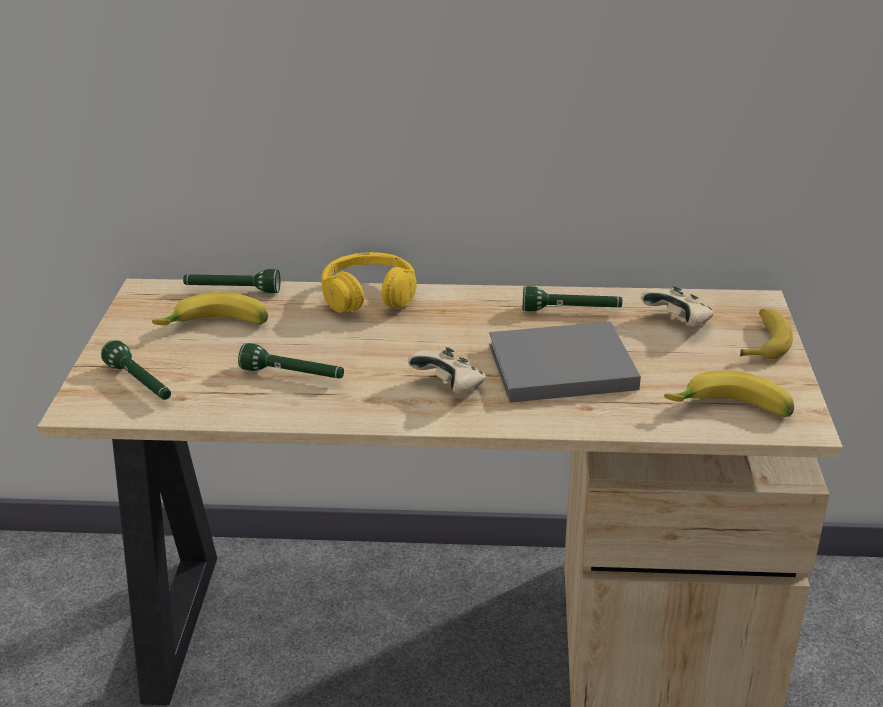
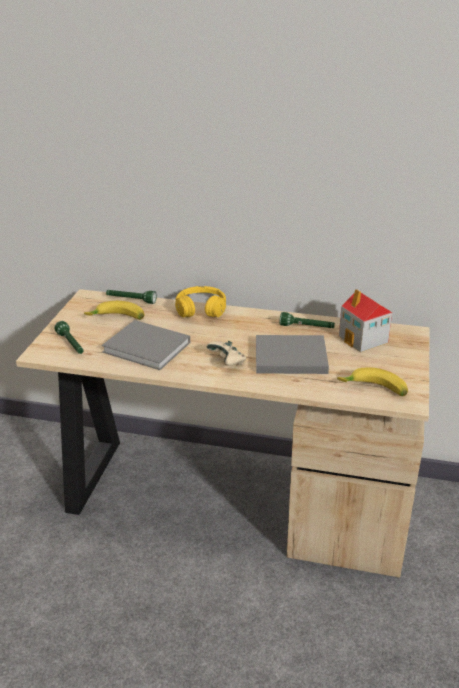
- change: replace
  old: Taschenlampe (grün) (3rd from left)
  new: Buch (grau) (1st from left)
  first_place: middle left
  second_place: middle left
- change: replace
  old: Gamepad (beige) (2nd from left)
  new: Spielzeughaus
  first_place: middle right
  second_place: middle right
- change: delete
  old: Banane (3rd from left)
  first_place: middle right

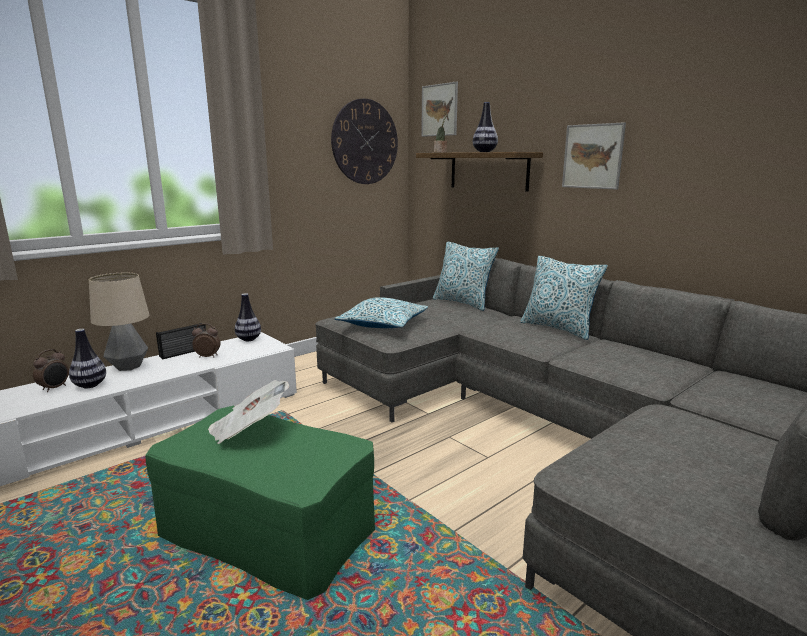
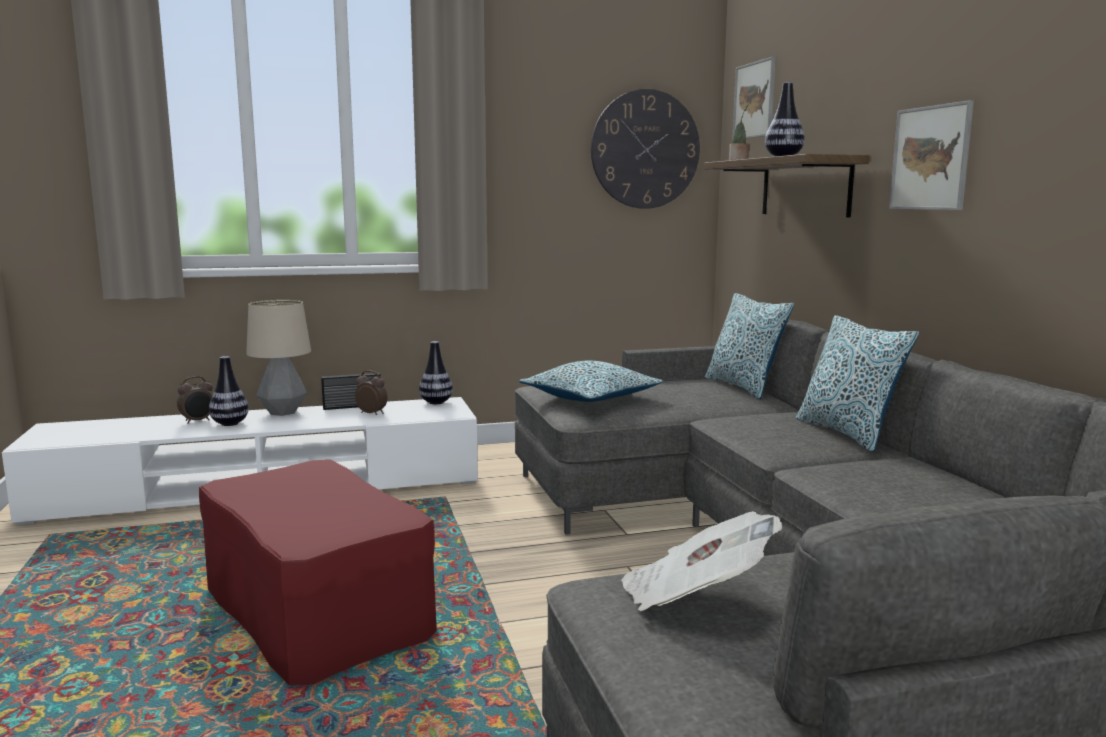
- change: recolor
  old: Polsterhocker (grün)
  new: Polsterhocker (rot)
  first_place: bottom left
  second_place: bottom left
- change: move
  old: Zeitung
  first_place: middle left
  second_place: bottom centre

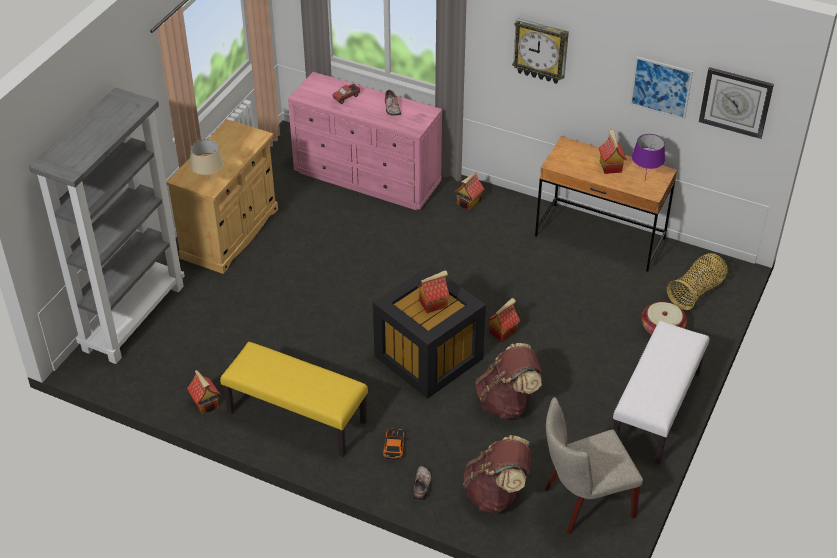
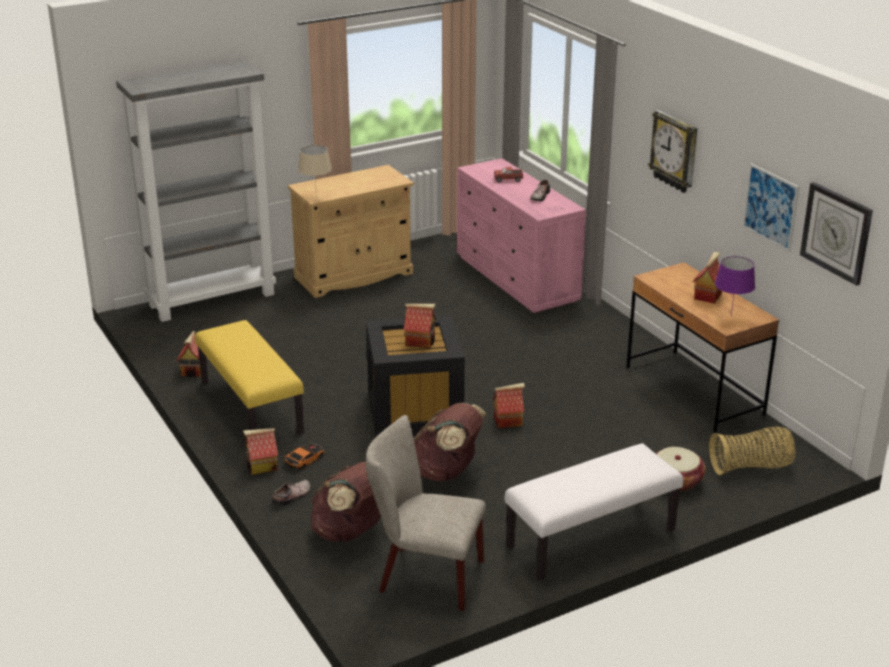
- change: move
  old: Spielzeughaus (3rd from left in the first image)
  new: Spielzeughaus (2nd from left)
  first_place: centre
  second_place: bottom left

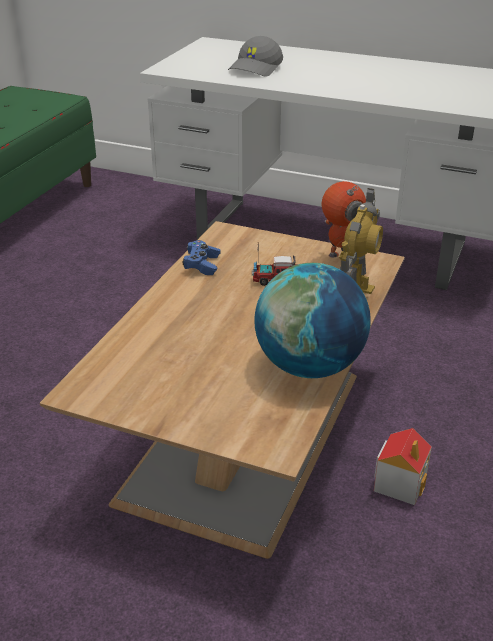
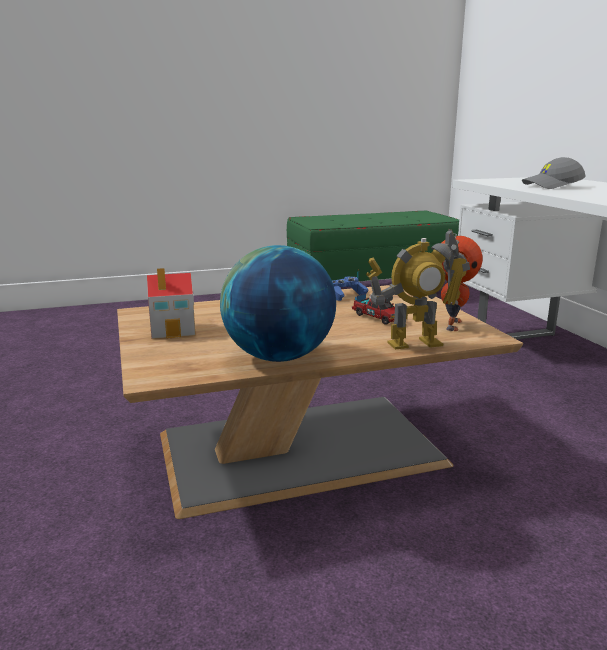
- change: move
  old: Spielzeughaus
  first_place: bottom right
  second_place: middle left

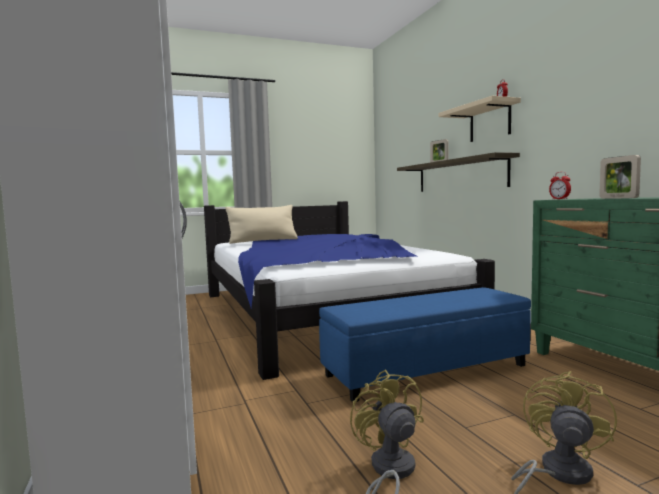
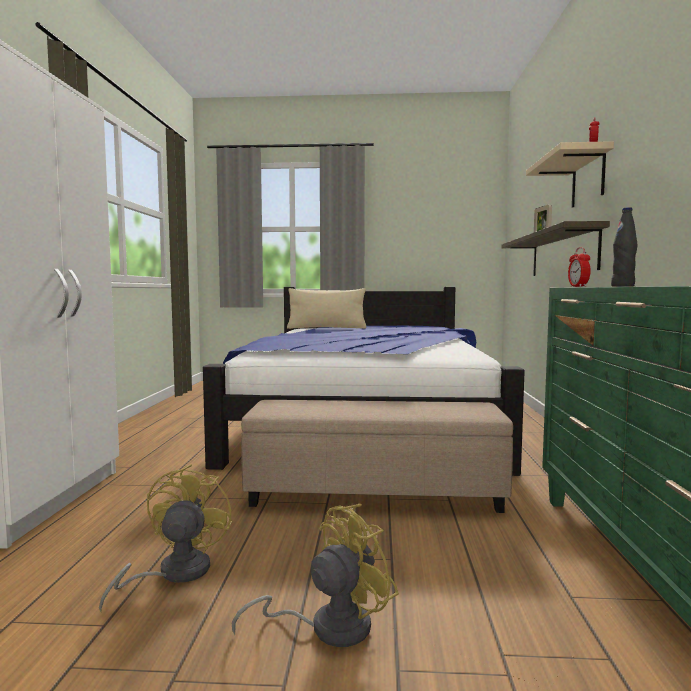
- change: recolor
  old: Polsterhocker (blau)
  new: Polsterhocker (beige)
  first_place: bottom centre
  second_place: centre
- change: replace
  old: Bilderrahmen (2nd from left)
  new: Flasche (schwarz)
  first_place: middle right
  second_place: middle right

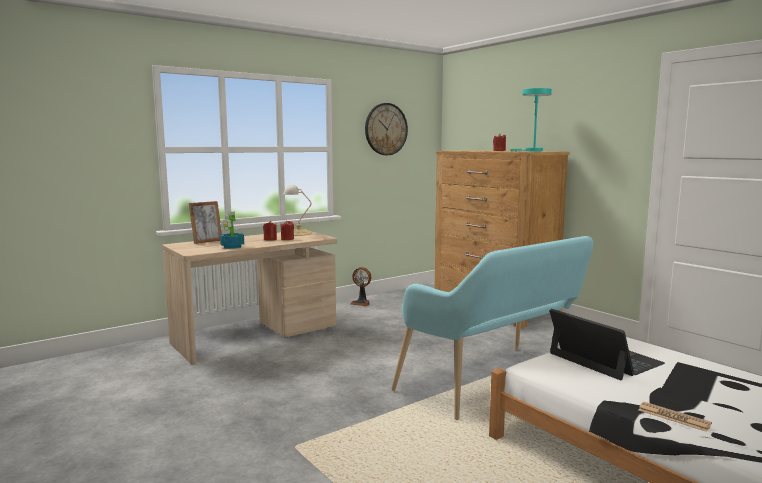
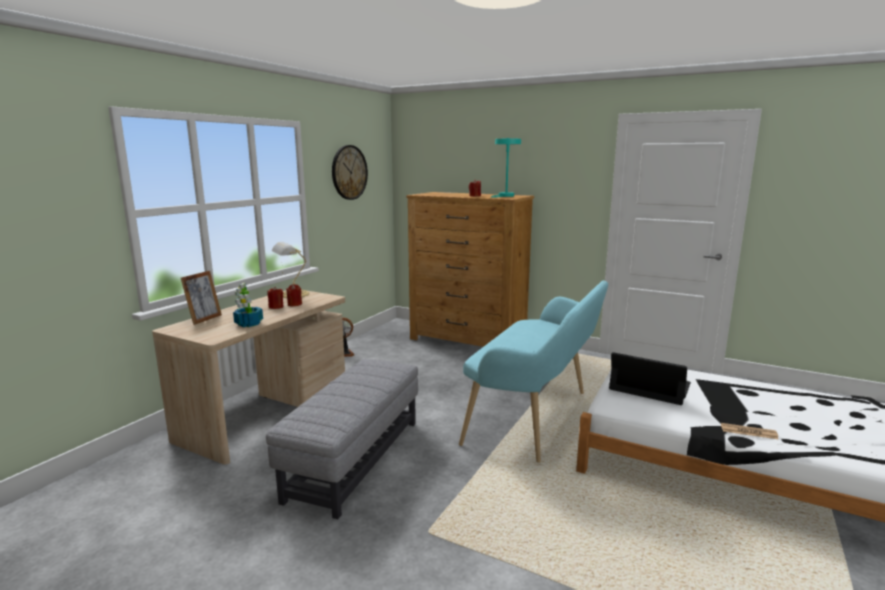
- change: insert
  new: Polsterhocker (grau)
  second_place: bottom centre

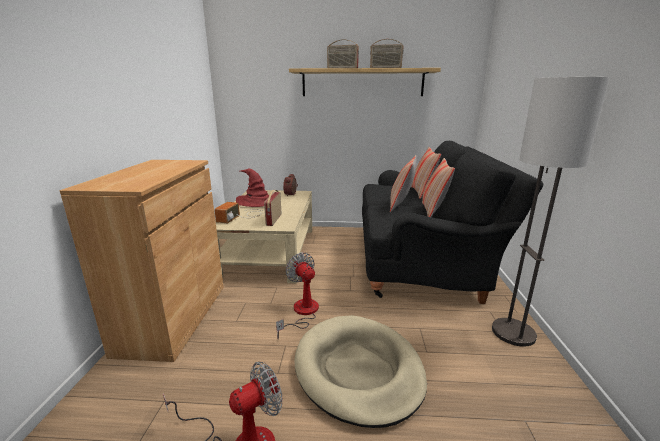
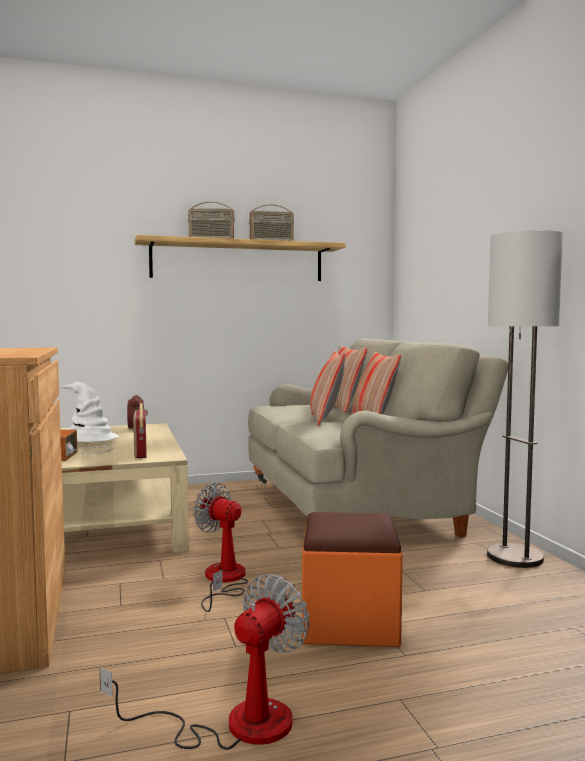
- change: recolor
  old: Hut (rot)
  new: Hut (weiß)
  first_place: centre
  second_place: middle left
- change: replace
  old: Hundebett (beige)
  new: Polsterhocker (orange)
  first_place: bottom centre
  second_place: bottom centre
- change: recolor
  old: Sofa (schwarz)
  new: Sofa (beige)
  first_place: middle right
  second_place: centre

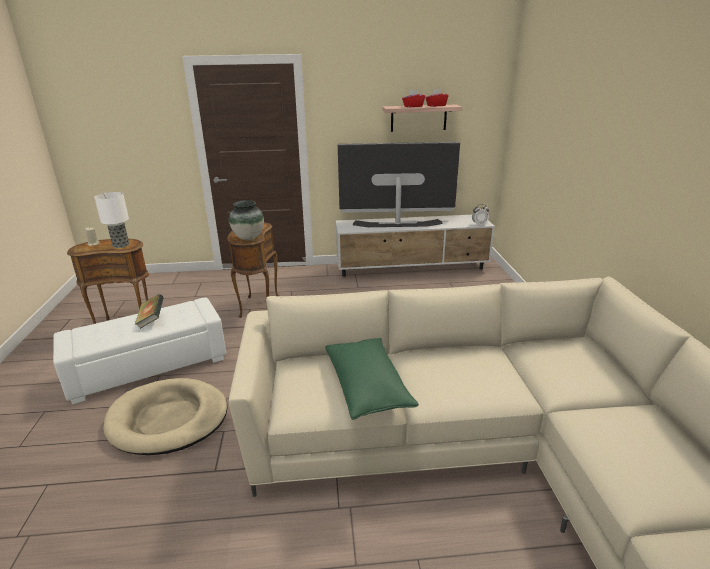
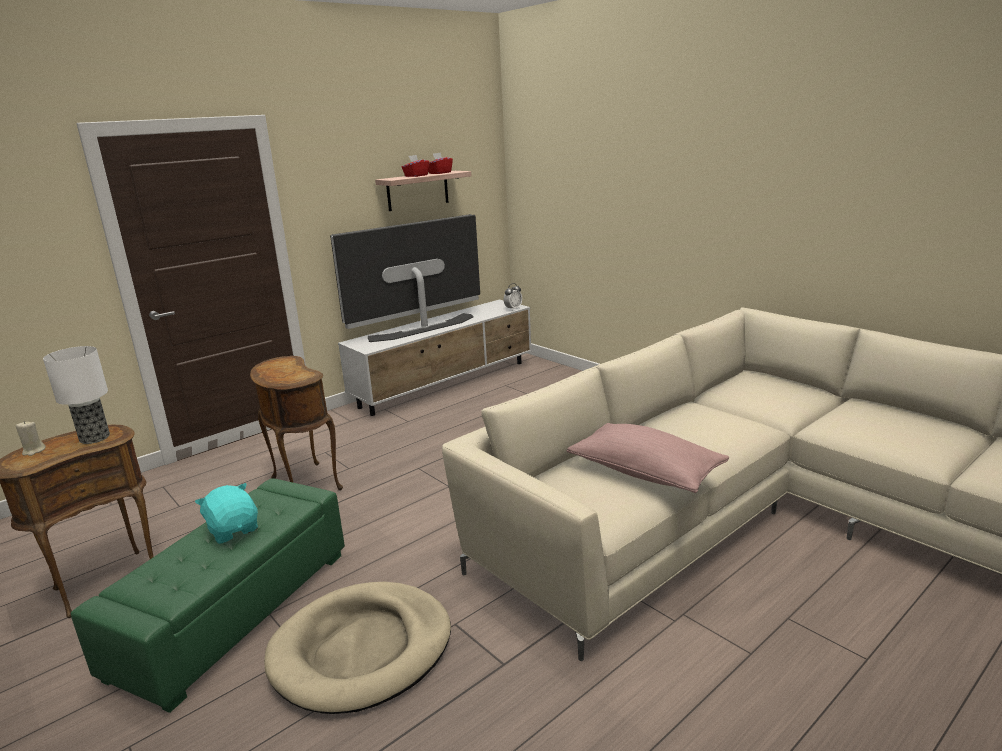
- change: recolor
  old: Polsterhocker (weiß)
  new: Polsterhocker (grün)
  first_place: middle left
  second_place: bottom left
- change: replace
  old: Buch
  new: Plüschtier (türkis)
  first_place: middle left
  second_place: bottom left
- change: delete
  old: Vase
  first_place: centre
- change: recolor
  old: Kissen (grün)
  new: Kissen (rosa)
  first_place: centre
  second_place: centre

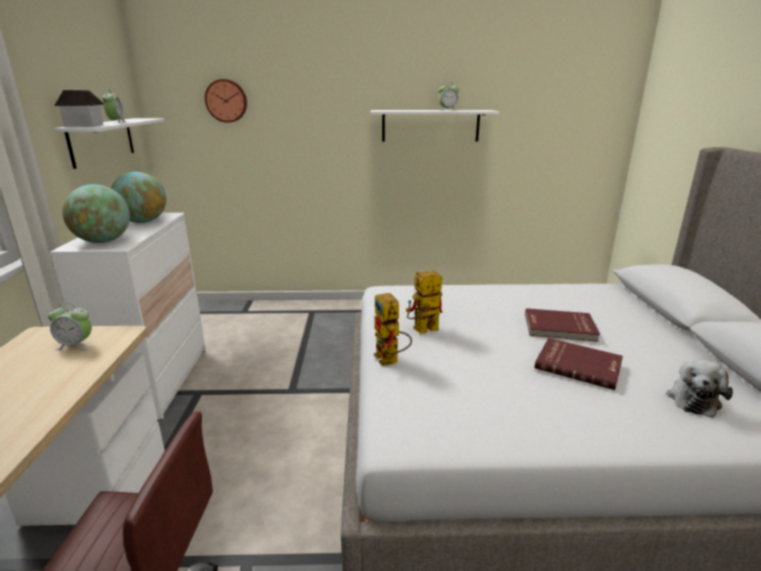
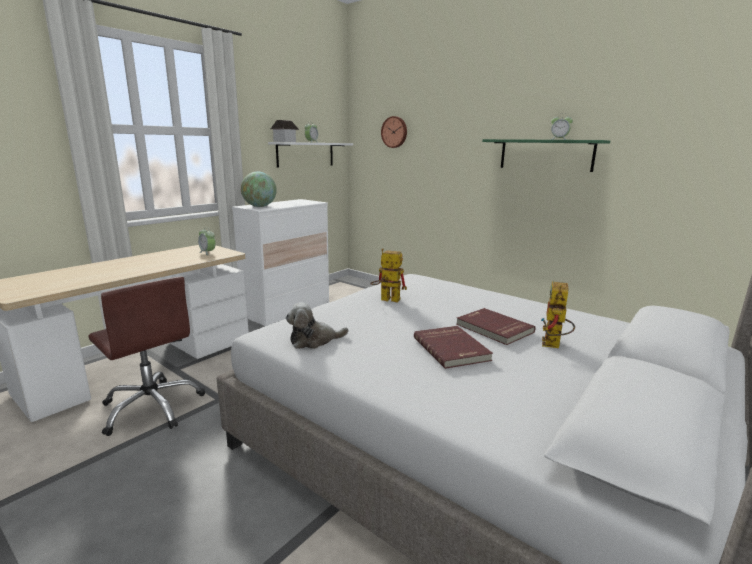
- change: delete
  old: Globus (2nd from left)
  first_place: middle left
- change: recolor
  old: Wandregal (weiß) (2nd from left)
  new: Wandregal (grün)
  first_place: top centre
  second_place: top right
- change: move
  old: Spielzeugroboter (1st from left in the first image)
  new: Spielzeugroboter (2nd from left)
  first_place: centre
  second_place: middle right
- change: move
  old: Plüschtier
  first_place: bottom right
  second_place: centre

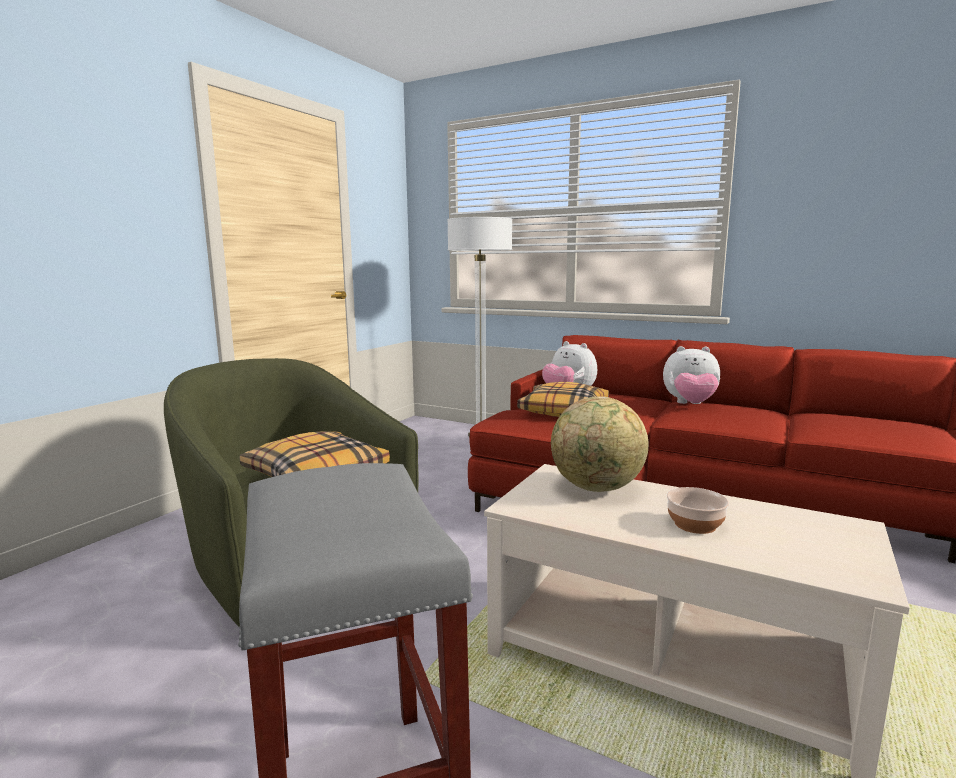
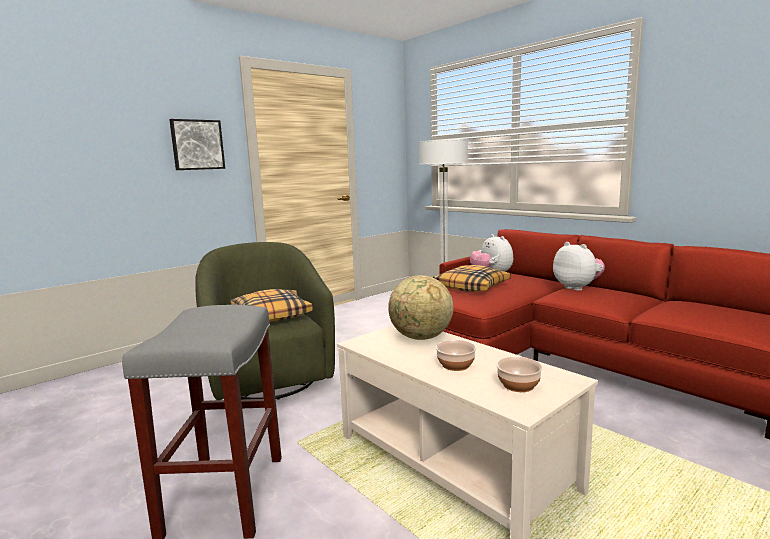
- change: rotate
  old: Plüschtier (2nd from left)
  first_place: middle right
  second_place: middle right
  degrees: -150
- change: insert
  new: Bild
  second_place: top left
- change: insert
  new: Schüssel (2nd from left)
  second_place: bottom right

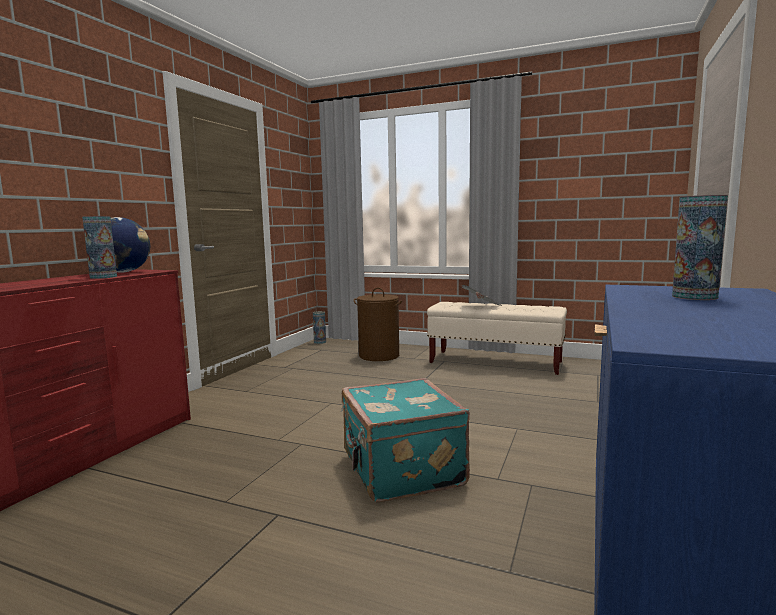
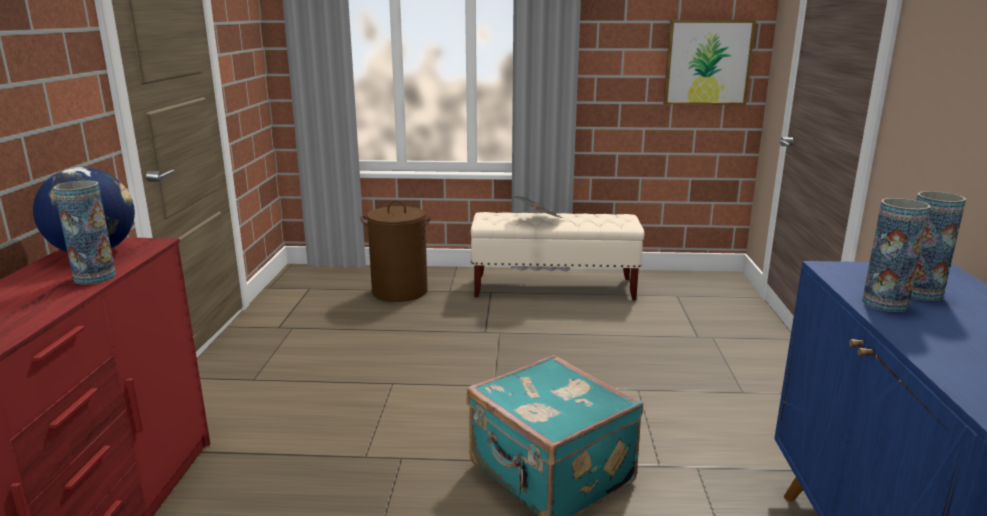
- change: move
  old: Vase (2nd from left)
  first_place: centre
  second_place: middle right
- change: insert
  new: Bild
  second_place: top right

